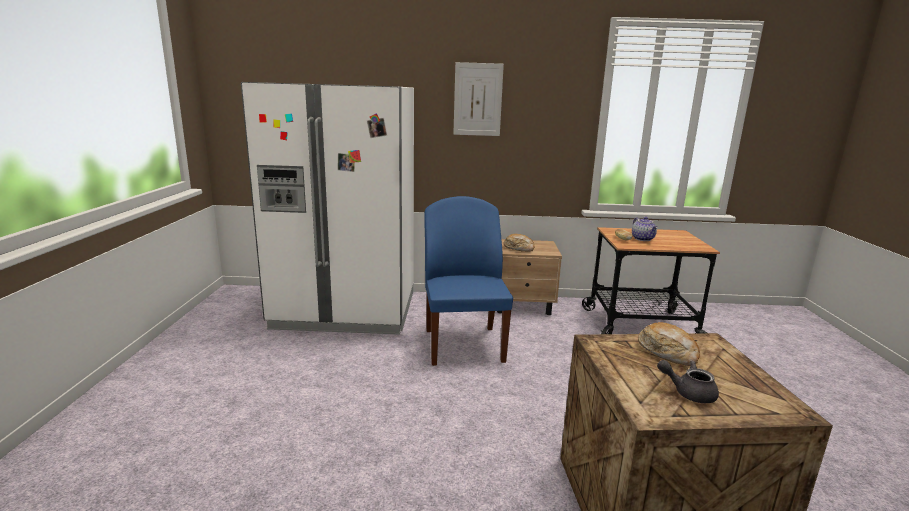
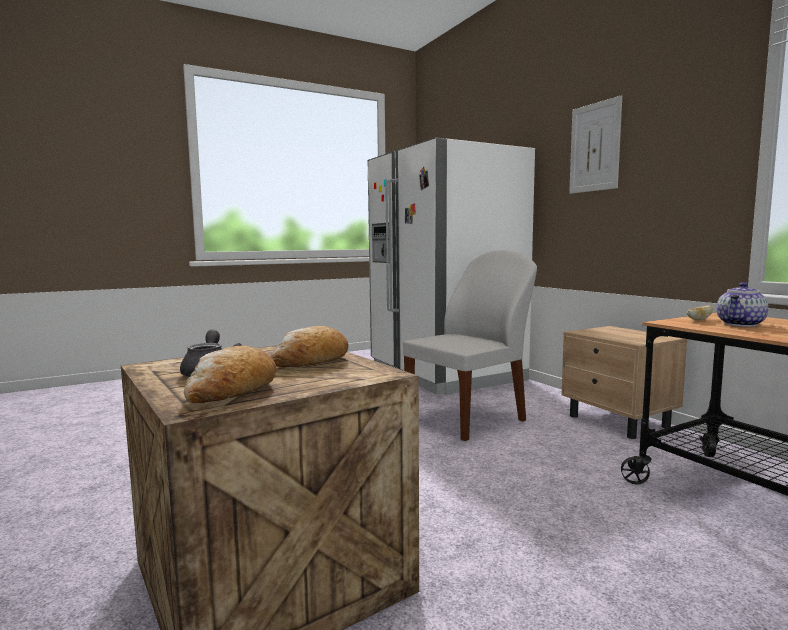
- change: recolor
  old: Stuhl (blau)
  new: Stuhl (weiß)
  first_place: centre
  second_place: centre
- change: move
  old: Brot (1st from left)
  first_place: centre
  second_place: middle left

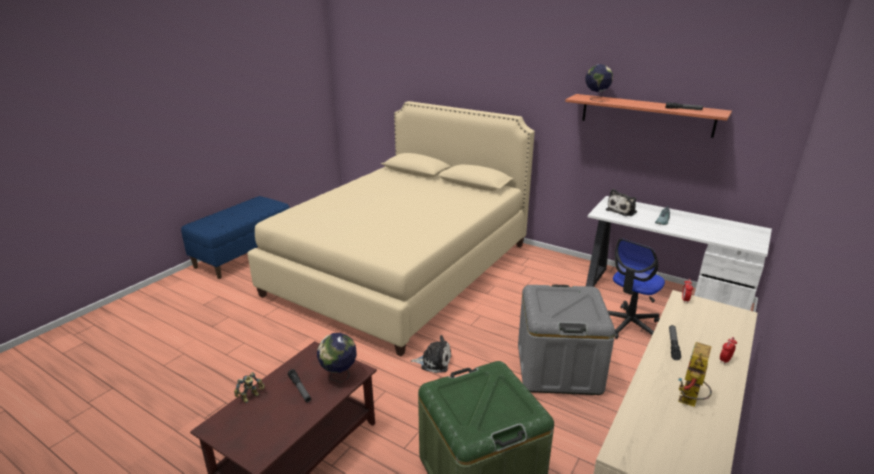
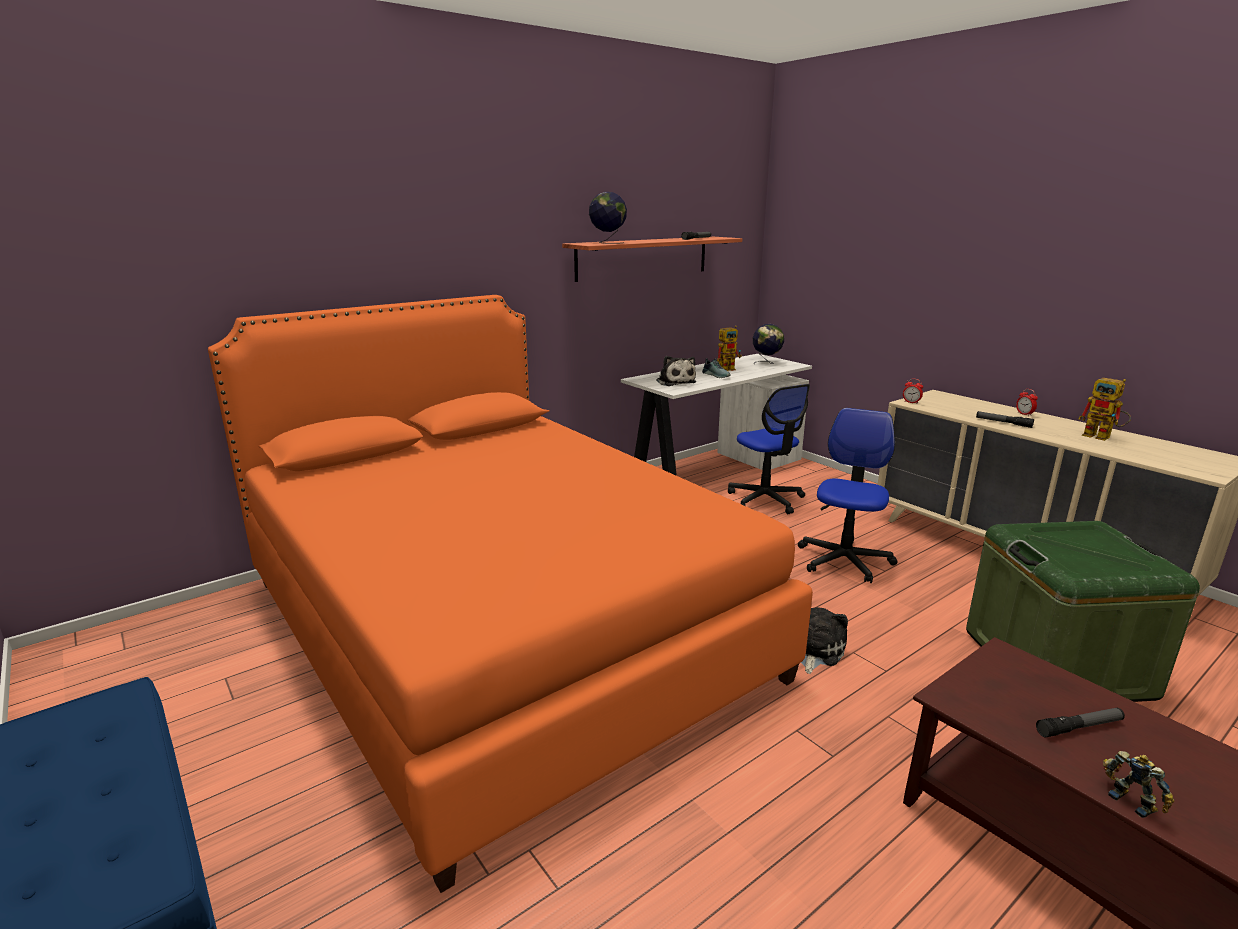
- change: recolor
  old: Bett (beige)
  new: Bett (orange)
  first_place: centre
  second_place: centre
- change: move
  old: Globus (1st from left in the first image)
  new: Globus (2nd from left)
  first_place: bottom centre
  second_place: centre
- change: replace
  old: Aufbewahrungsbox (grau)
  new: Bürostuhl (2nd from left)
  first_place: bottom centre
  second_place: middle right
- change: insert
  new: Spielzeugroboter (1st from left)
  second_place: centre

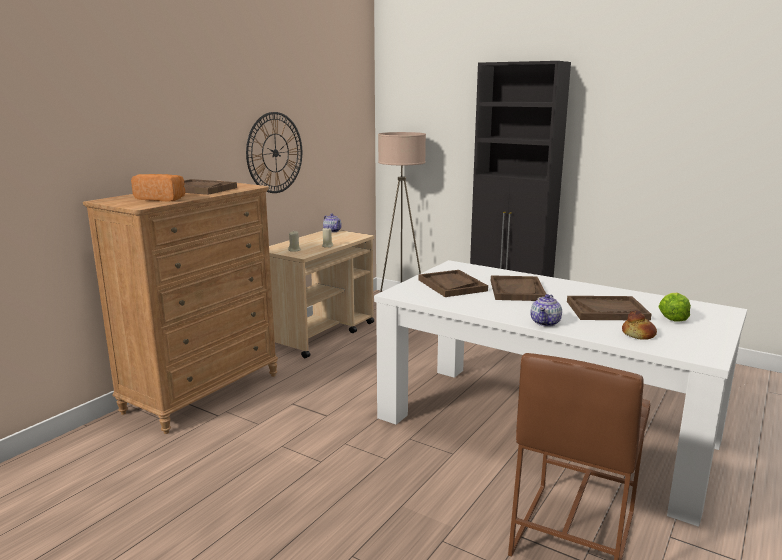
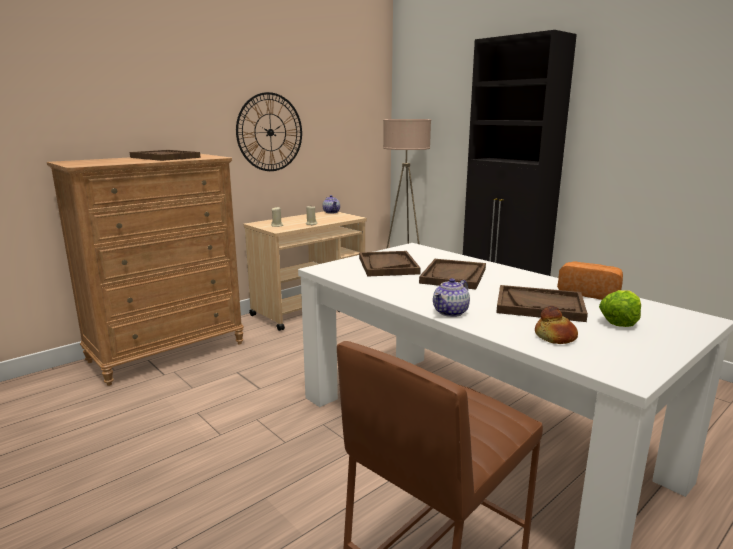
- change: move
  old: Brot (1st from left in the first image)
  new: Brot (2nd from left)
  first_place: middle left
  second_place: middle right

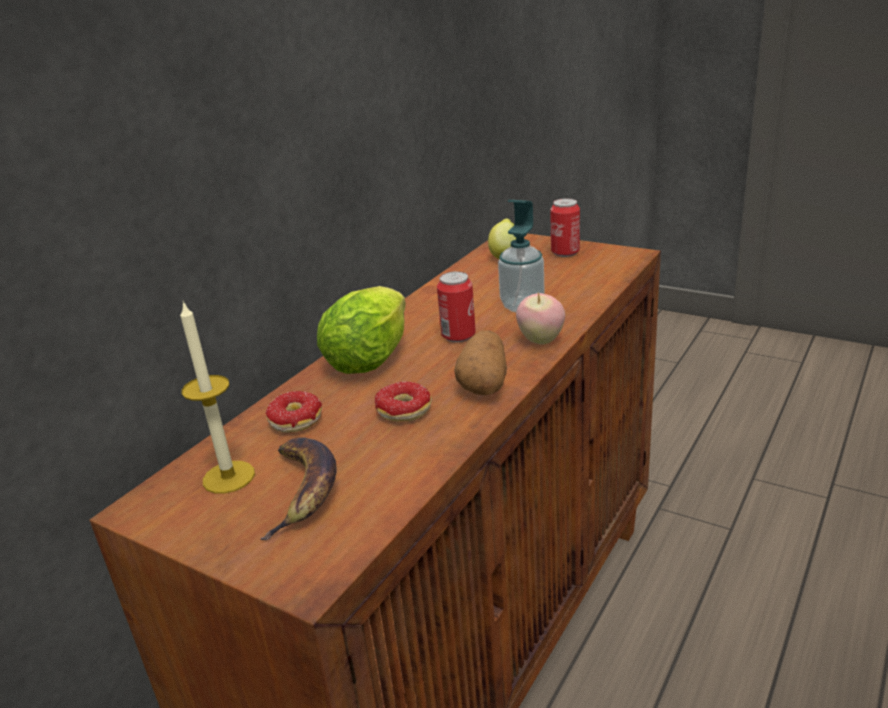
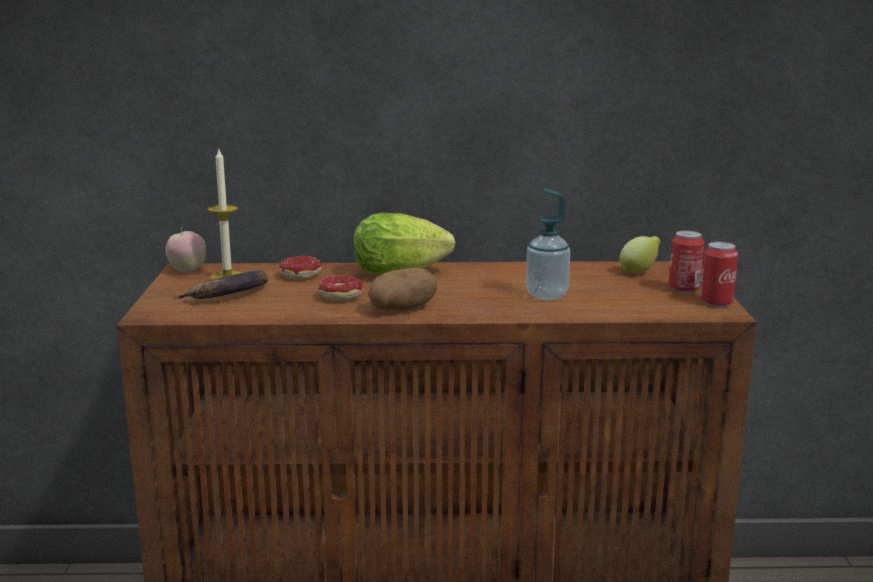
- change: move
  old: Dose (1st from left in the first image)
  new: Dose (2nd from left)
  first_place: centre
  second_place: middle right
- change: move
  old: Apfel
  first_place: centre
  second_place: middle left

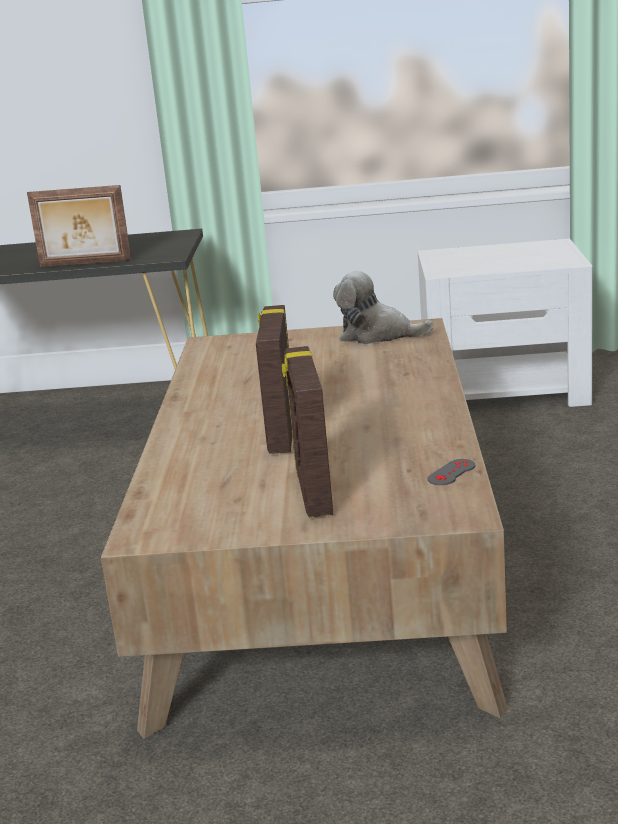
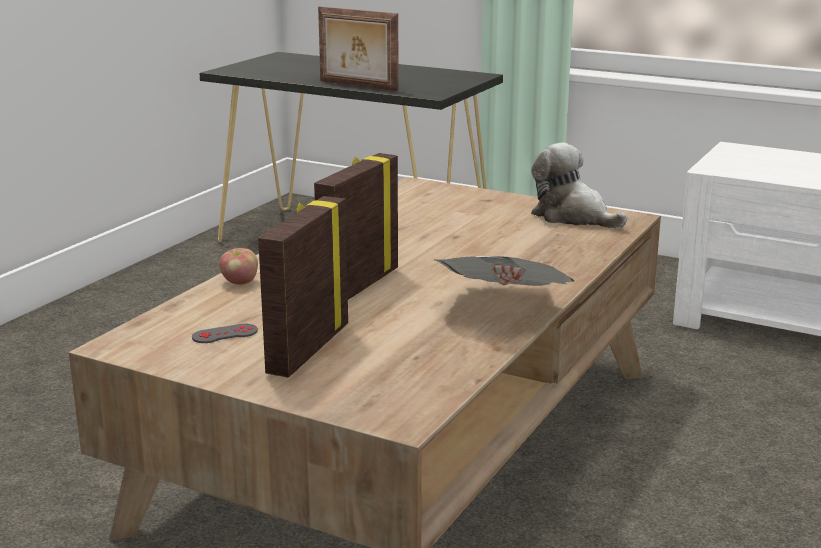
- change: move
  old: Gamepad (grau)
  first_place: middle right
  second_place: middle left
- change: insert
  new: Apfel
  second_place: middle left
- change: insert
  new: Zeitung
  second_place: centre

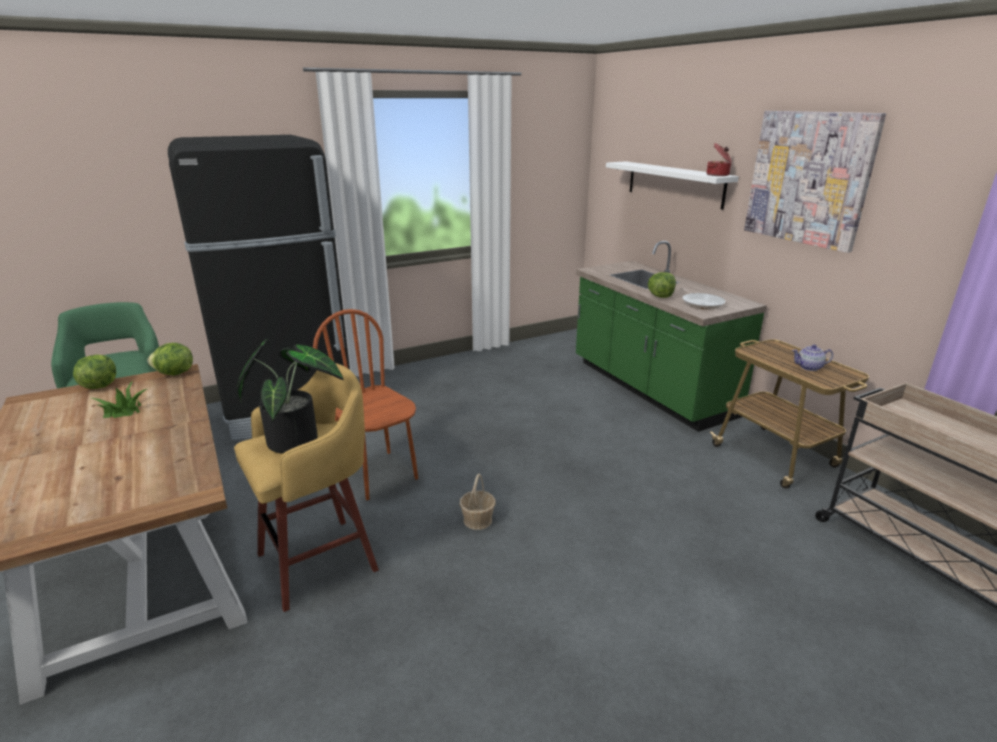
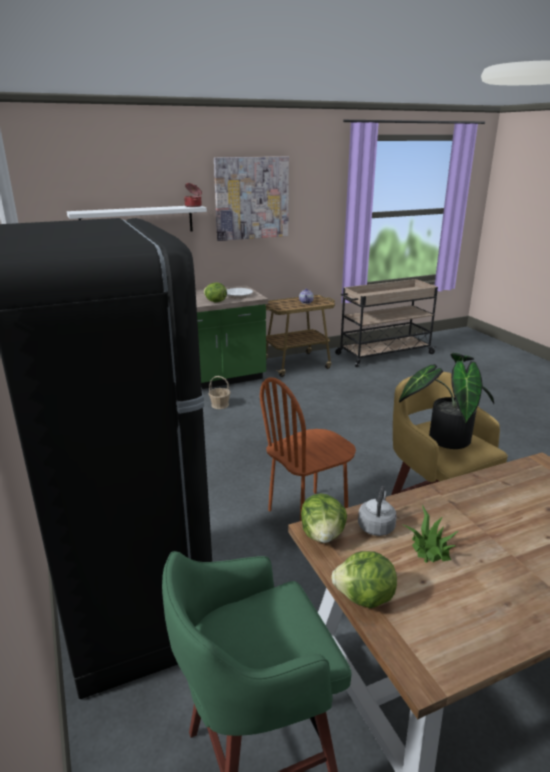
- change: move
  old: Korb
  first_place: bottom centre
  second_place: centre
- change: insert
  new: Wasserkessel (grau)
  second_place: middle right

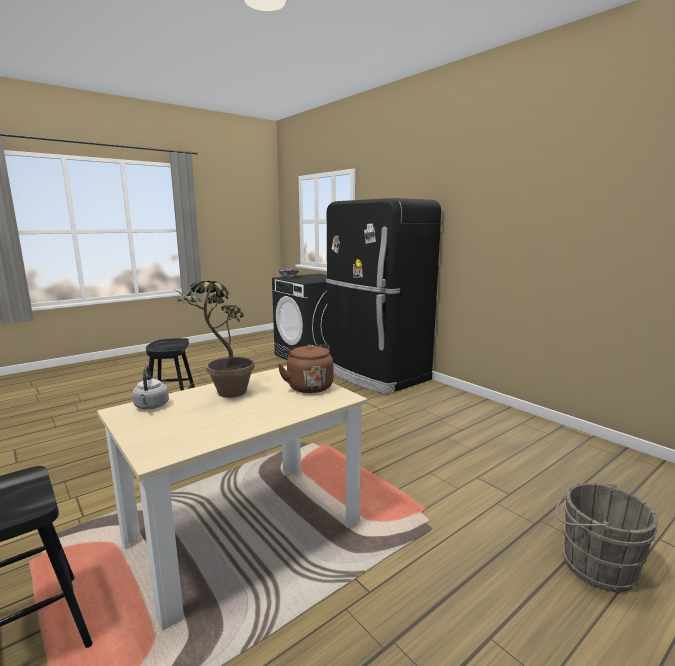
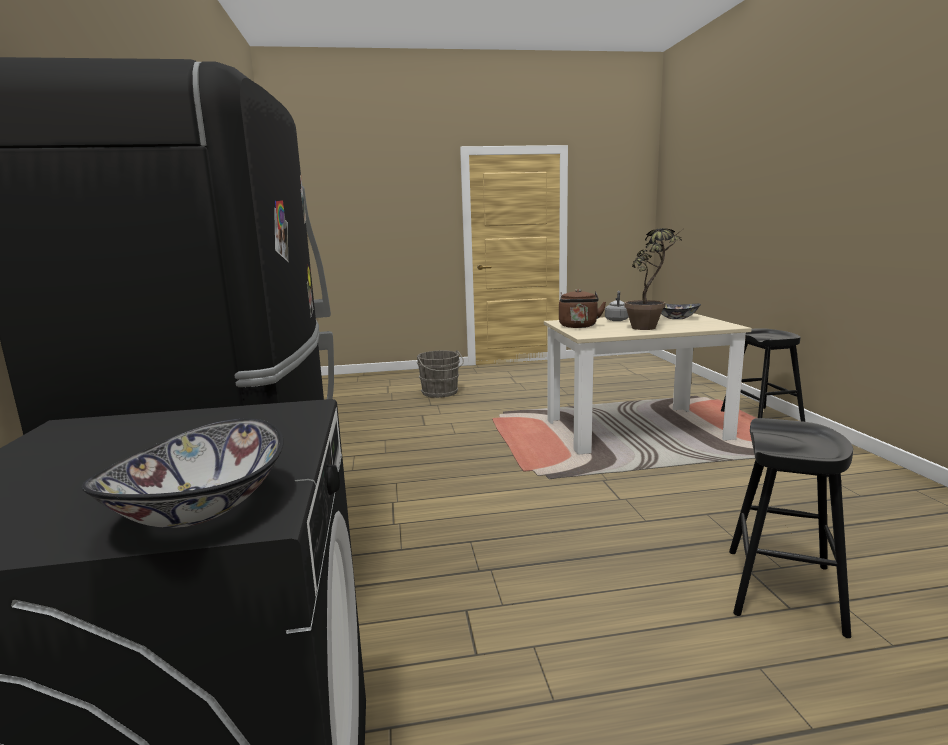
- change: move
  old: Wasserkessel (grau)
  first_place: middle left
  second_place: centre
- change: insert
  new: Schüssel (2nd from left)
  second_place: middle right

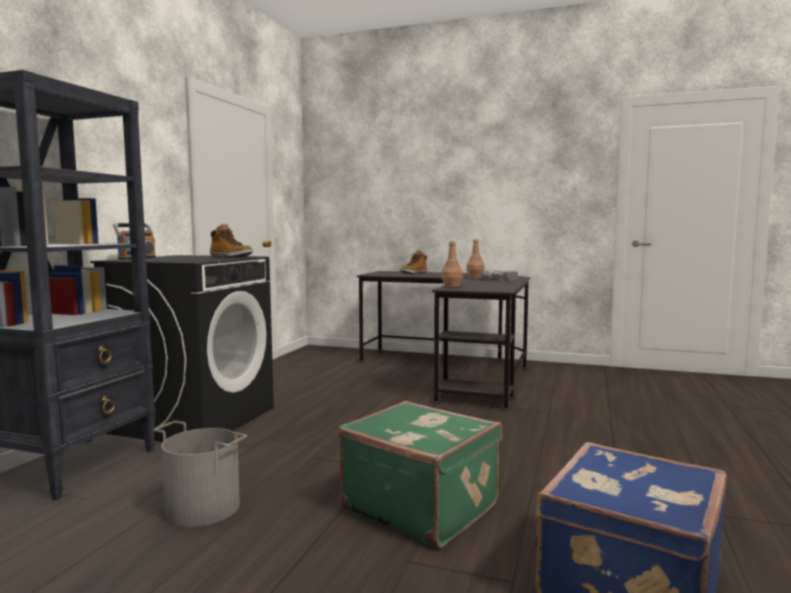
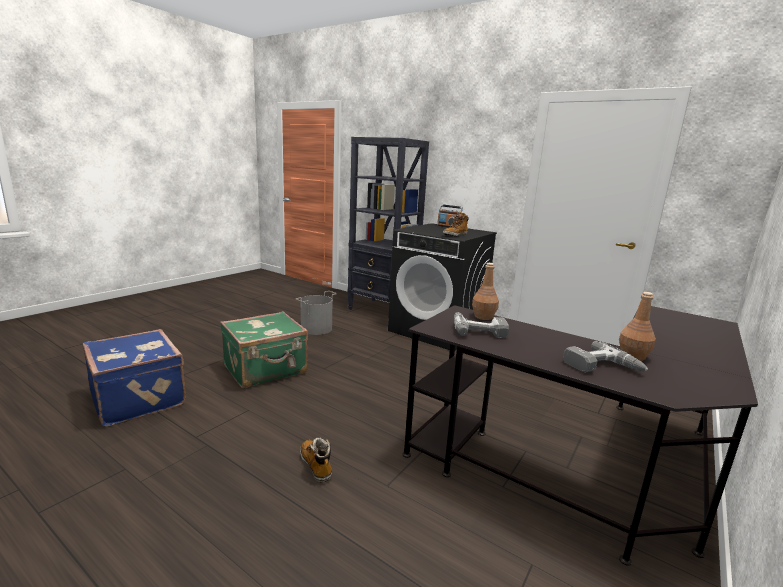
- change: move
  old: Stiefel (2nd from left in the first image)
  new: Stiefel (1st from left)
  first_place: centre
  second_place: bottom centre
- change: insert
  new: Bohrmaschine (1st from left)
  second_place: centre

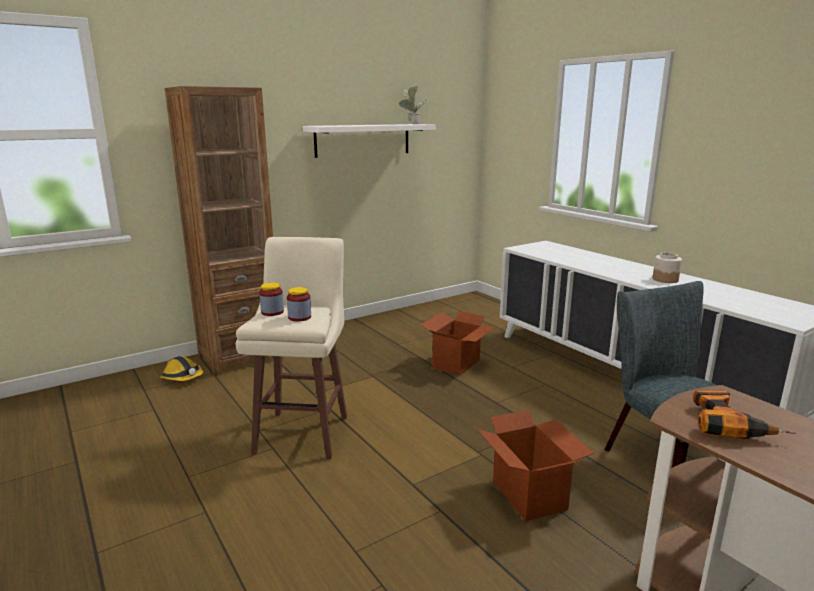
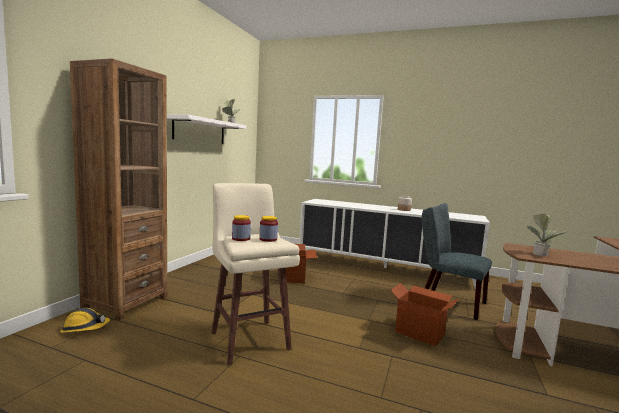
- change: replace
  old: Bohrmaschine
  new: Topfpflanze (2nd from left)
  first_place: bottom right
  second_place: middle right

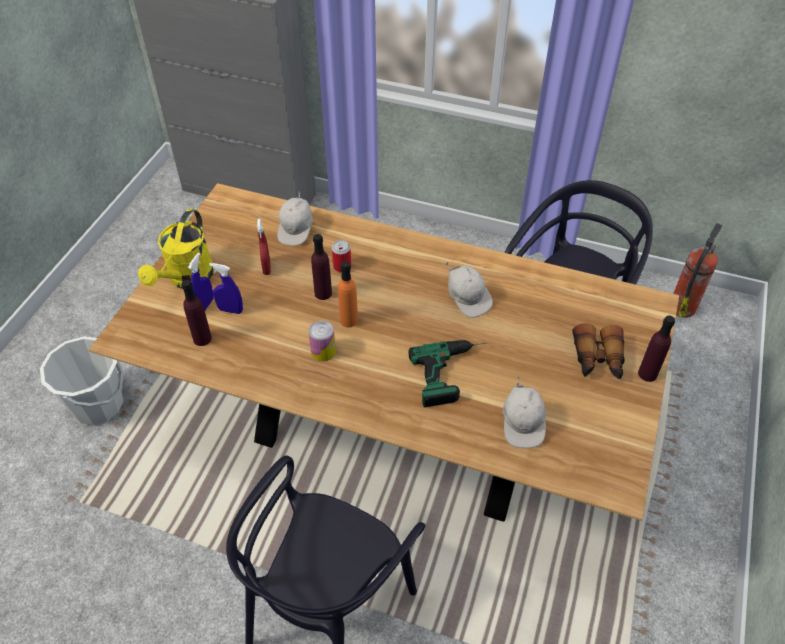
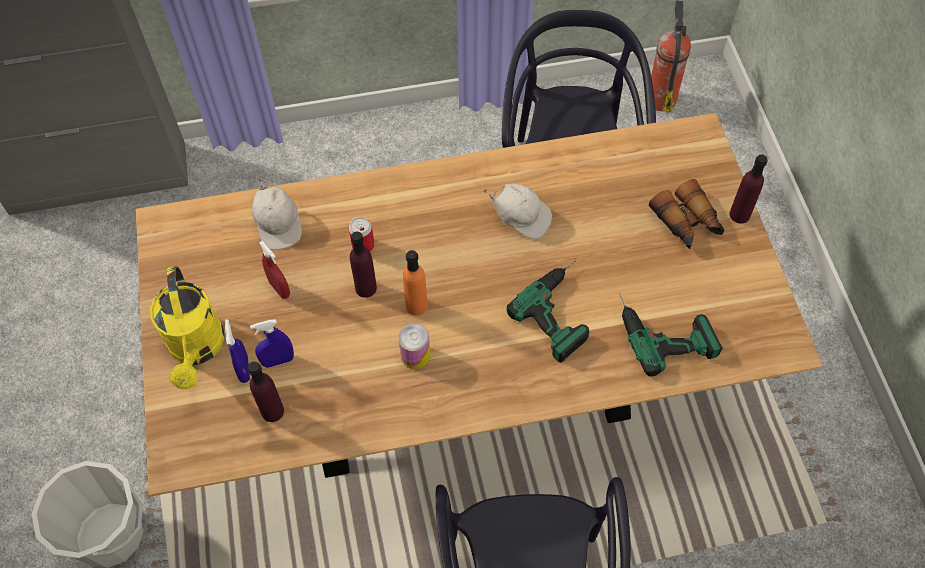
- change: replace
  old: Kappe (weiß) (3rd from left)
  new: Bohrmaschine (2nd from left)
  first_place: middle right
  second_place: middle right

